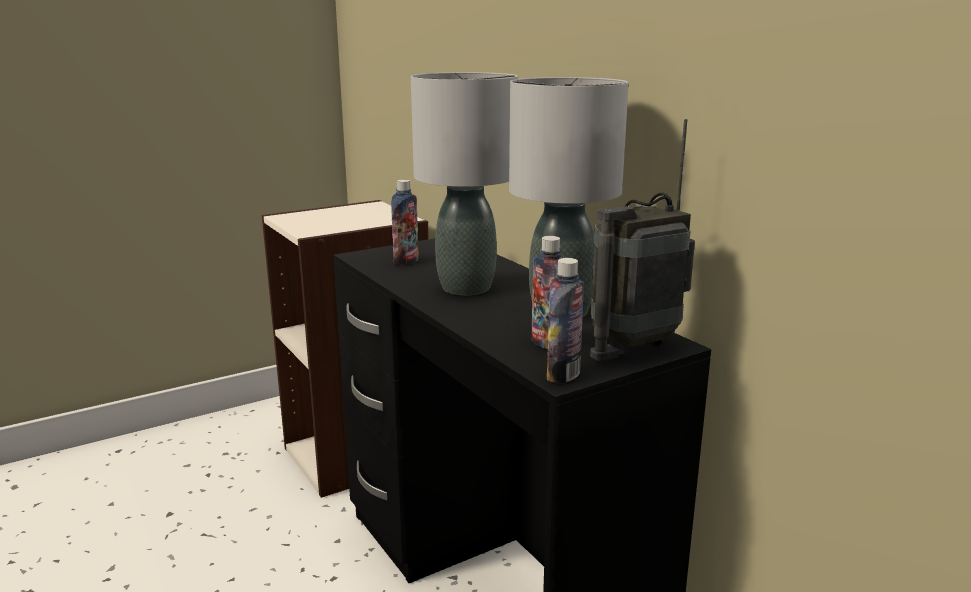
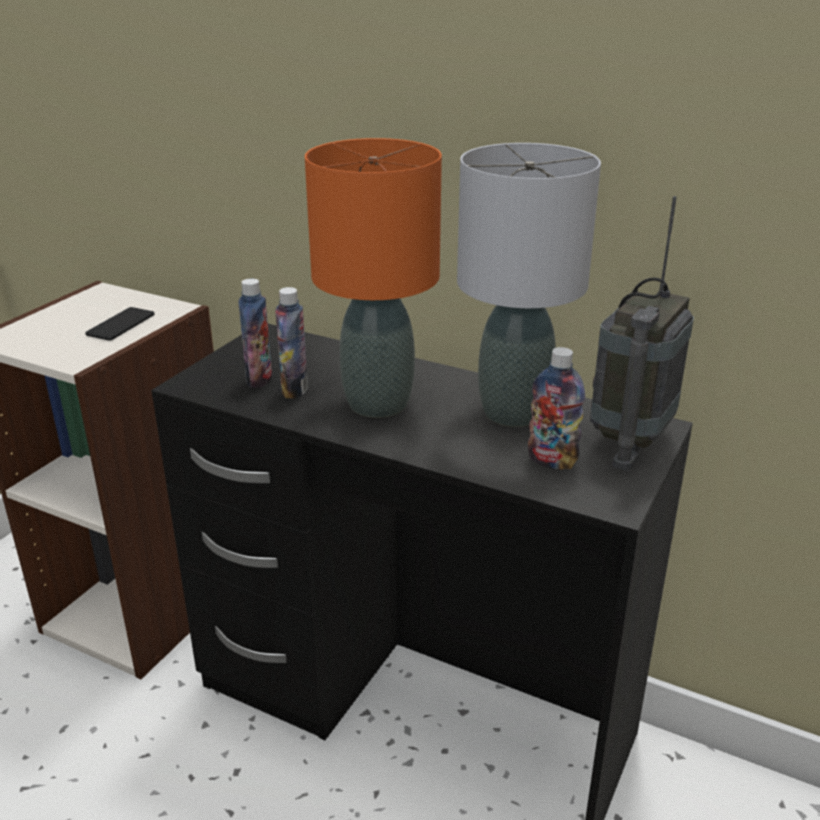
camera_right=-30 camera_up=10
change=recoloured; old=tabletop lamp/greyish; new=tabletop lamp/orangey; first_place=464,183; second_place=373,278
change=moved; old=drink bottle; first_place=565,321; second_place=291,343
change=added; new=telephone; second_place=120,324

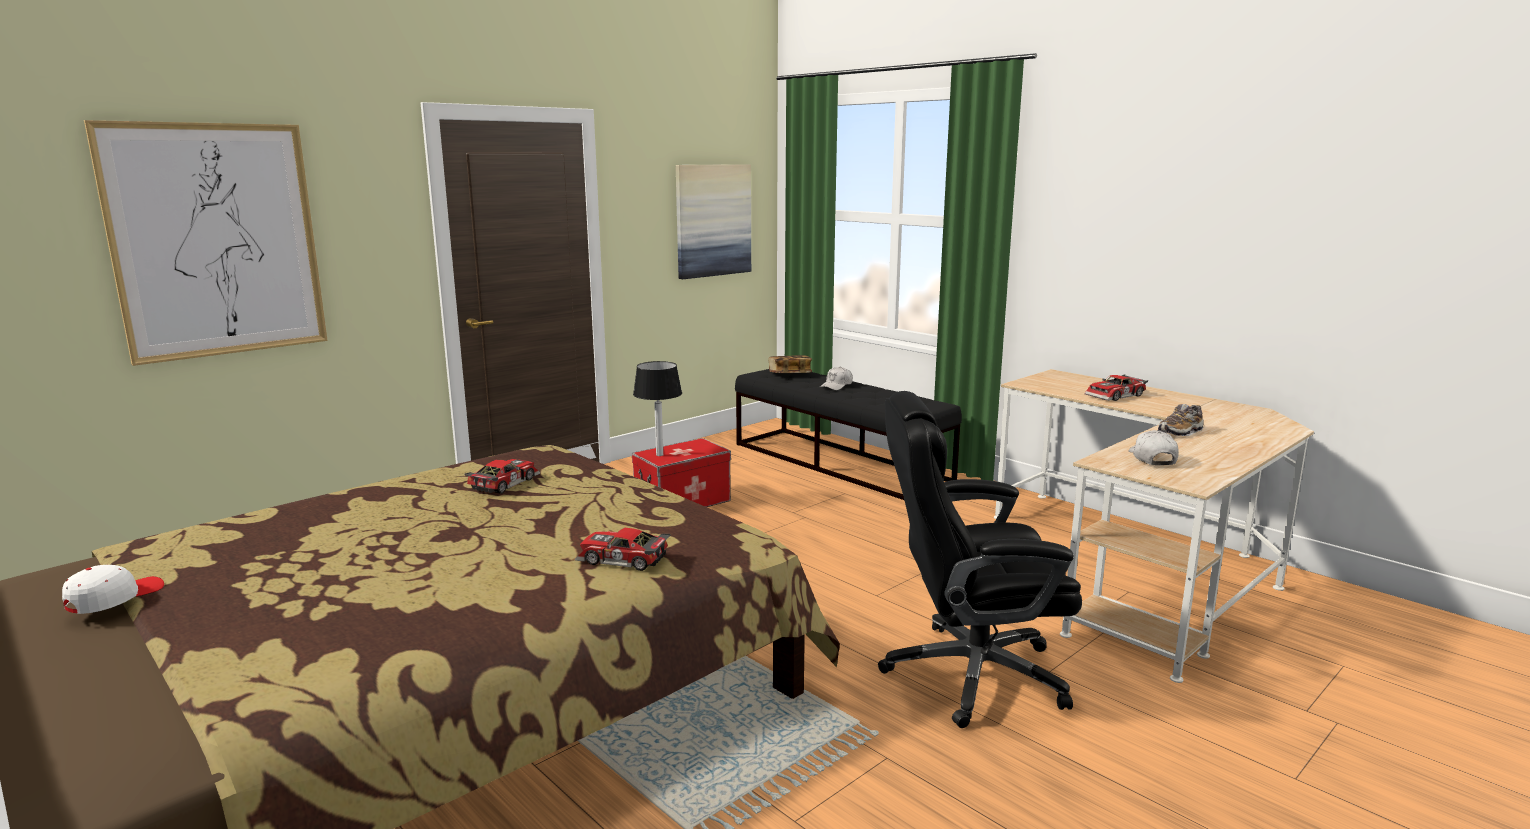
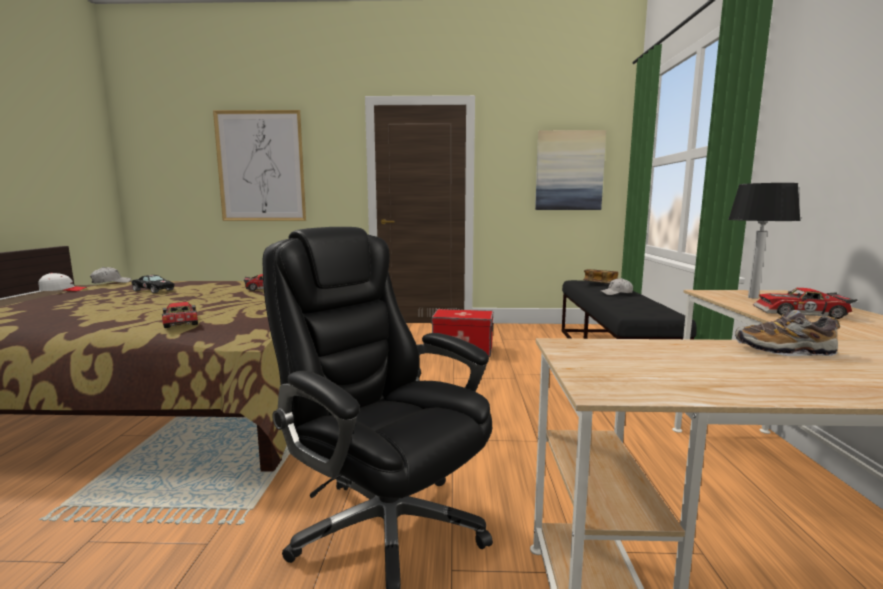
camera_right=45 camera_up=-5
change=moved; old=tabletop lamp; first_place=657,408; second_place=764,241
change=moved; old=peaked cap/white; first_place=1154,447; second_place=110,275
change=added; new=miniature car/blackish; second_place=153,284

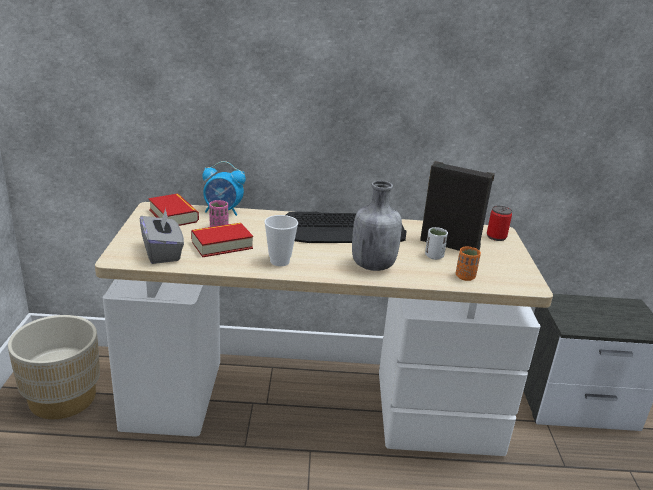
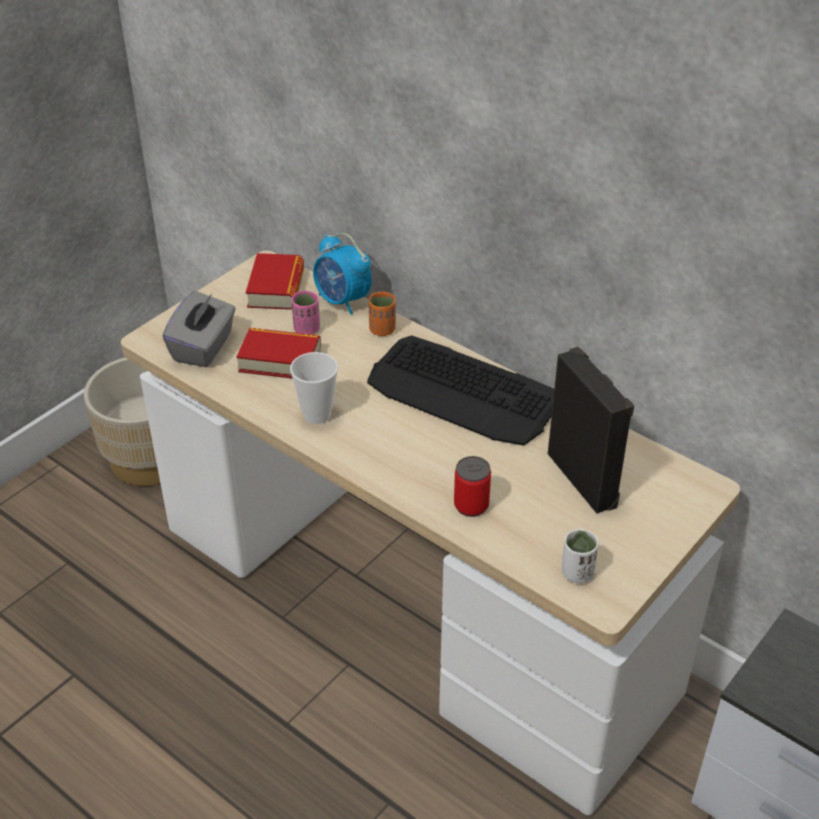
camera_right=40 camera_up=15
change=removed; old=drink bottle/greyish; first_place=377,226
change=moved; old=drinking cup/white; first_place=436,243; second_place=580,556
change=moved; old=drinking cup/orangey; first_place=468,264; second_place=382,314
change=moved; old=sealed can; first_place=499,223; second_place=472,486

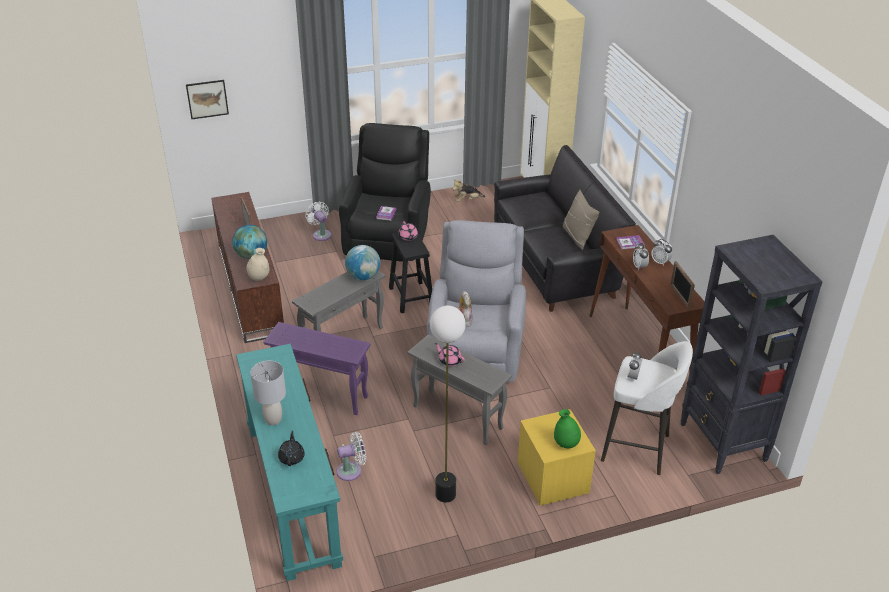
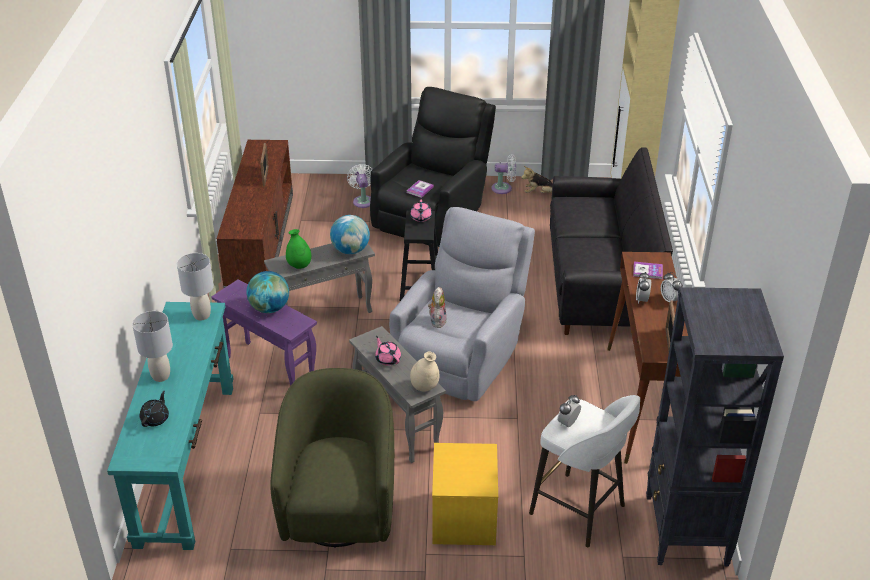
camera_right=20 camera_up=0
change=removed; old=wall art; first_place=207,99
change=moved; old=world globe; first_place=249,242; second_place=267,292
change=moved; old=decorative vase/beige-coloured; first_place=257,264; second_place=424,371
change=moved; old=fan/white; first_place=351,456; second_place=503,174
change=replaced; old=standard lamp; new=lounge chair/green-coloured; first_place=448,403; second_place=332,458
change=moved; old=decorative vase/green-coloured; first_place=567,429; second_place=298,249
change=removed; old=throw pillow/beige-coloured; first_place=581,220
change=added; new=tabletop lamp/greyish; second_place=195,286

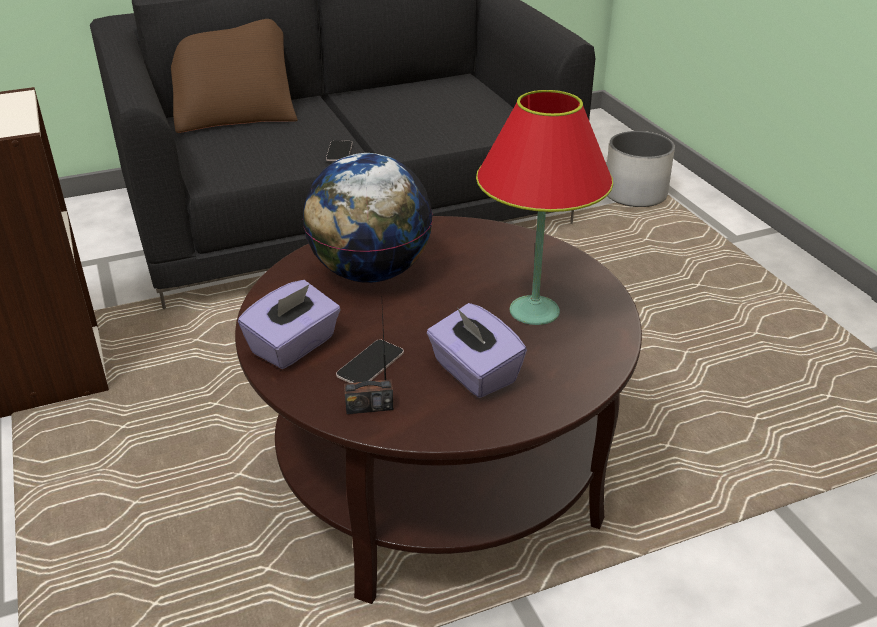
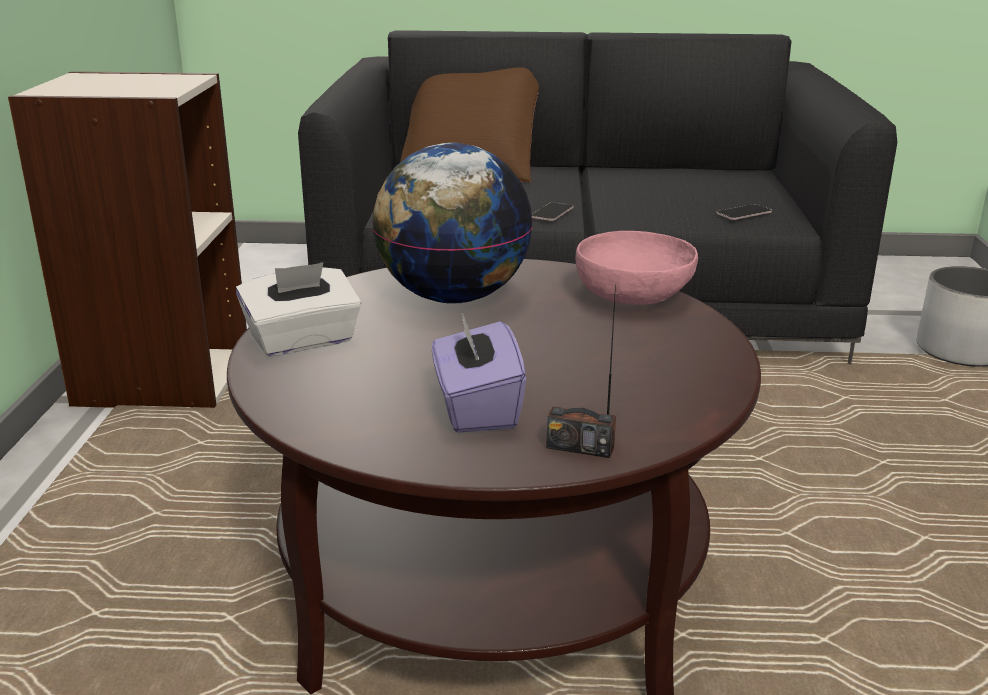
camera_right=25 camera_up=-10
change=recoloured; old=tissue box/purple; new=tissue box/white; first_place=289,324; second_place=299,309
change=moved; old=telephone; first_place=370,361; second_place=744,212
change=moved; old=radio set; first_place=369,361; second_place=581,371
change=removed; old=tabletop lamp/red; first_place=544,207
change=added; new=serving bowl/pink; second_place=637,268

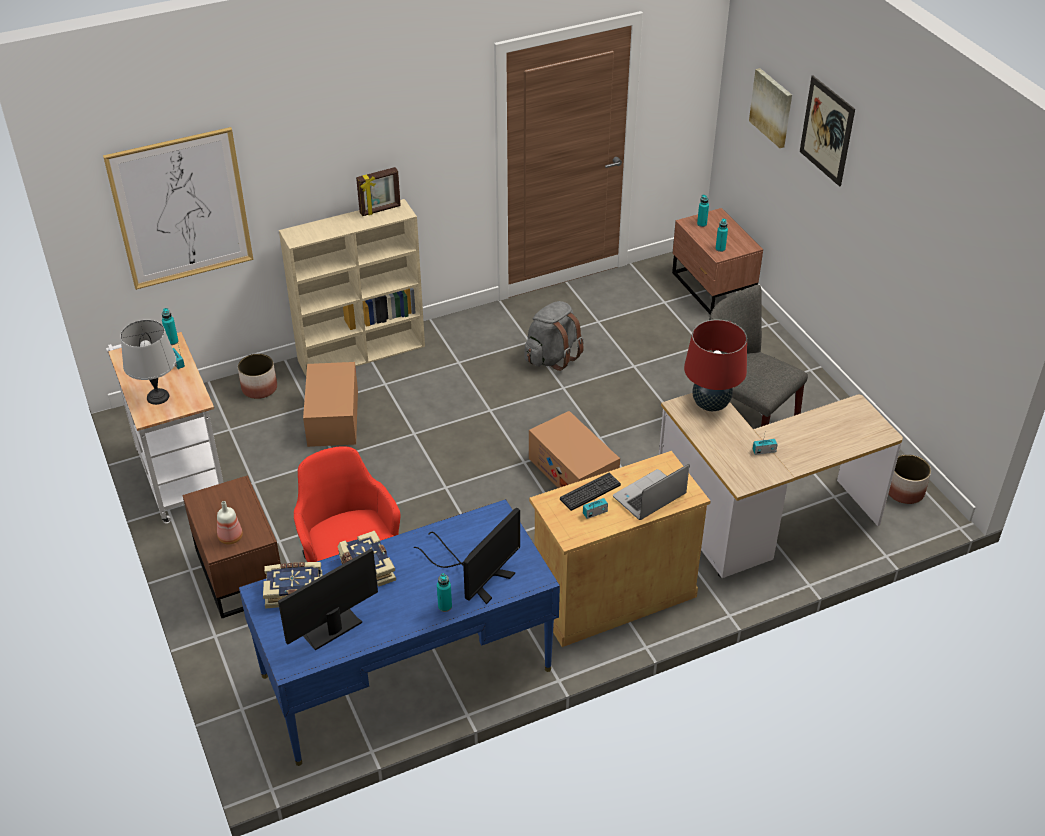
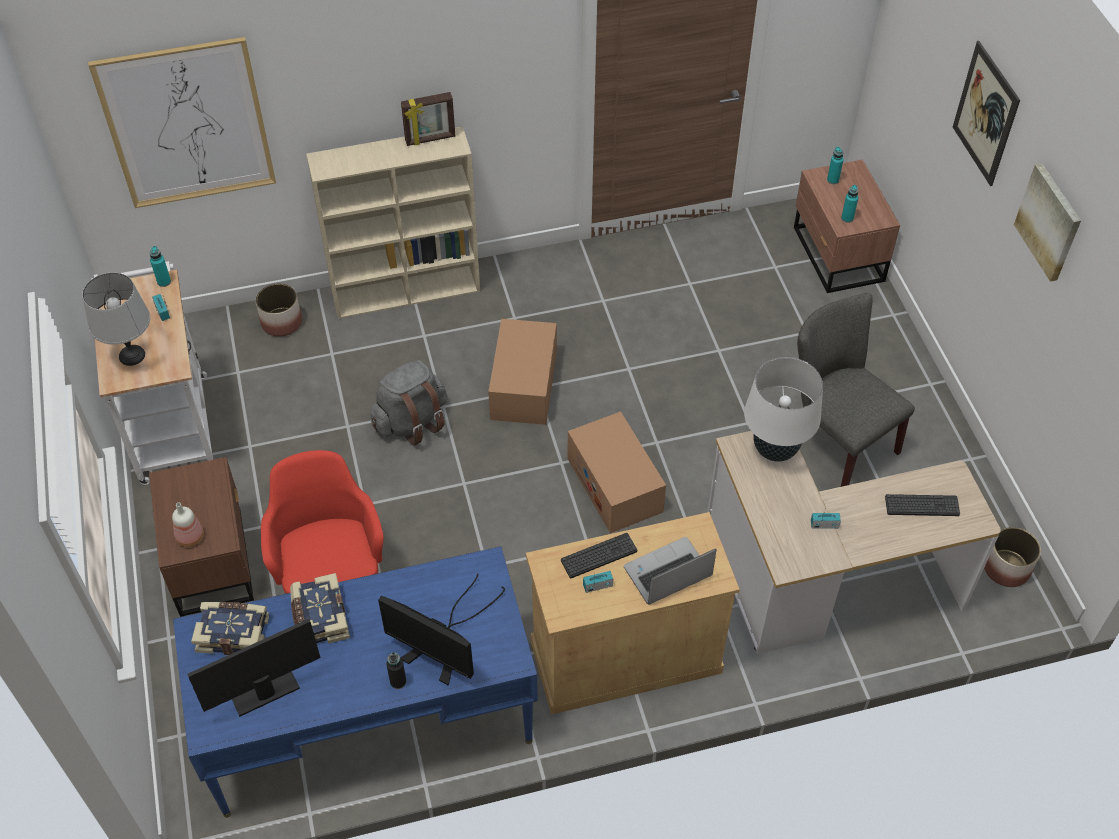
camera_right=10 camera_up=10
change=moved; old=packing box; first_place=330,404; second_place=522,372
change=turned; old=monitor; first_place=467,556; second_place=441,629; degrees=75
change=recoloured; old=drink bottle/turquoise-coloured; new=drink bottle/blackish; first_place=444,592; second_place=396,670
change=moved; old=knapsack/greyish; first_place=554,336; second_place=409,403
change=recoloured; old=tabletop lamp/red; new=tabletop lamp/white; first_place=715,365; second_place=783,409
change=moved; old=wall art; first_place=770,108; second_place=1047,222
change=added; new=computer keyboard; second_place=922,505

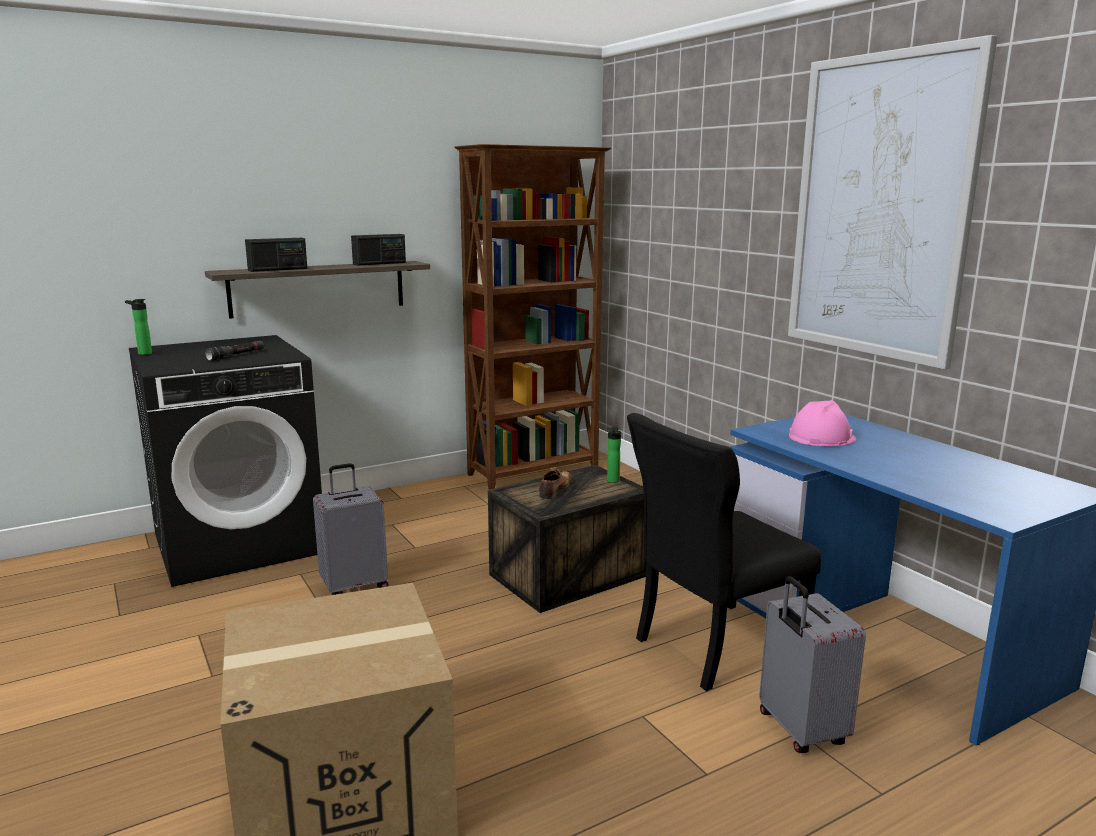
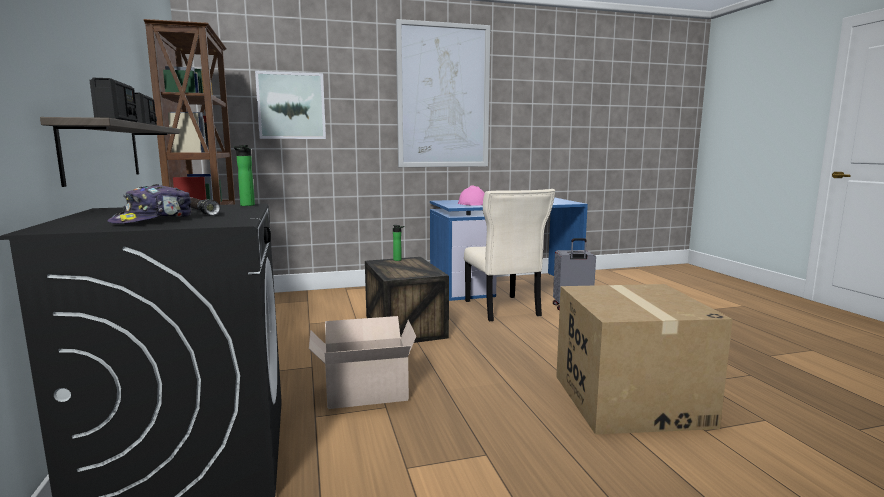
camera_right=-75 camera_up=-5
change=moved; old=drink bottle; first_place=138,327; second_place=244,175
change=replaced; old=suitcase/greyish; new=packing box; first_place=351,529; second_place=362,362
change=removed; old=item of footwear; first_place=555,484
change=recoloured; old=plain chair/blackish; new=plain chair/beige-coloured; first_place=724,552; second_place=509,255
change=added; new=peaked cap; second_place=149,204
change=added; new=wall art; second_place=290,105

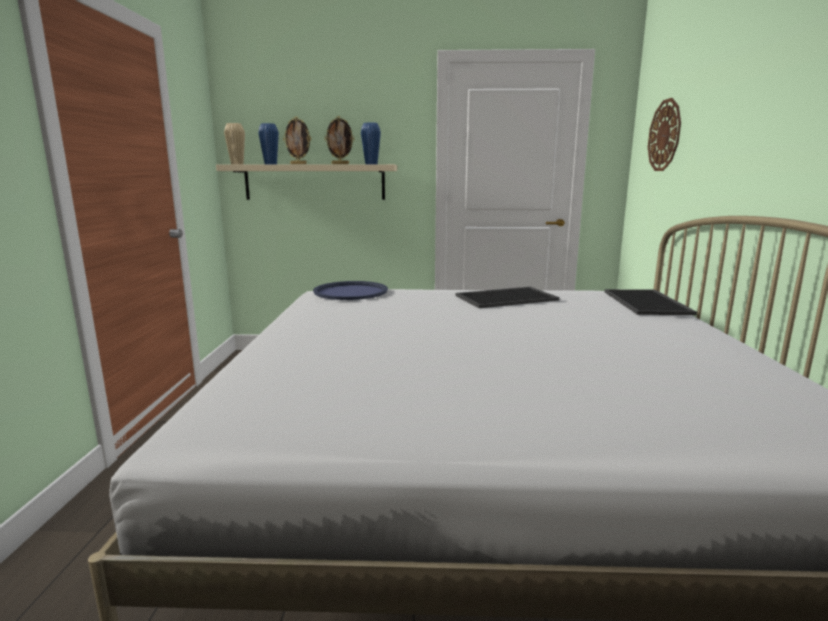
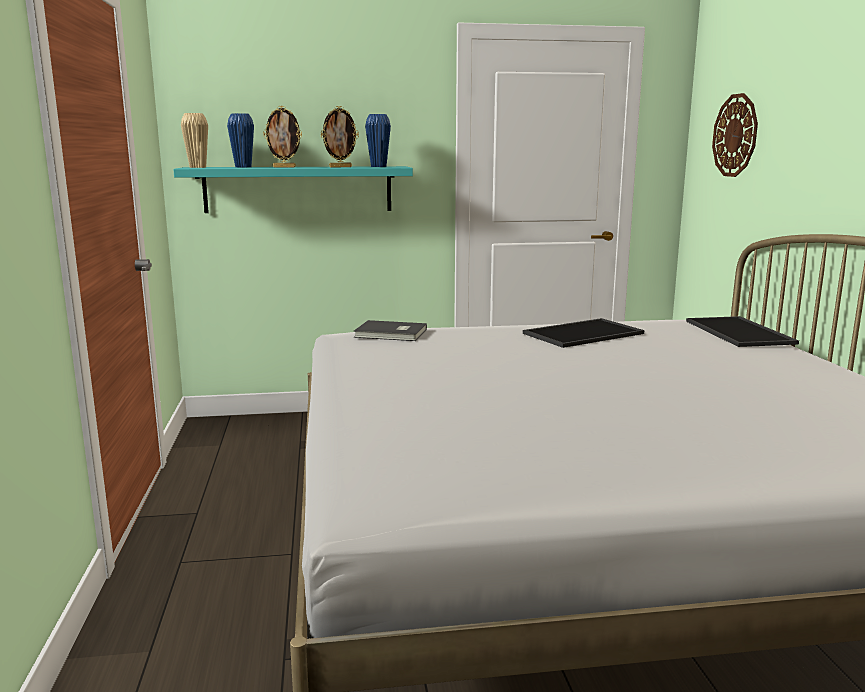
camera_right=-10 camera_up=0
change=recoloured; old=wall shelf/beige-coloured; new=wall shelf/turquoise-coloured; first_place=306,182; second_place=293,189
change=replaced; old=tray/blue; new=book/greyish; first_place=350,290; second_place=390,330

